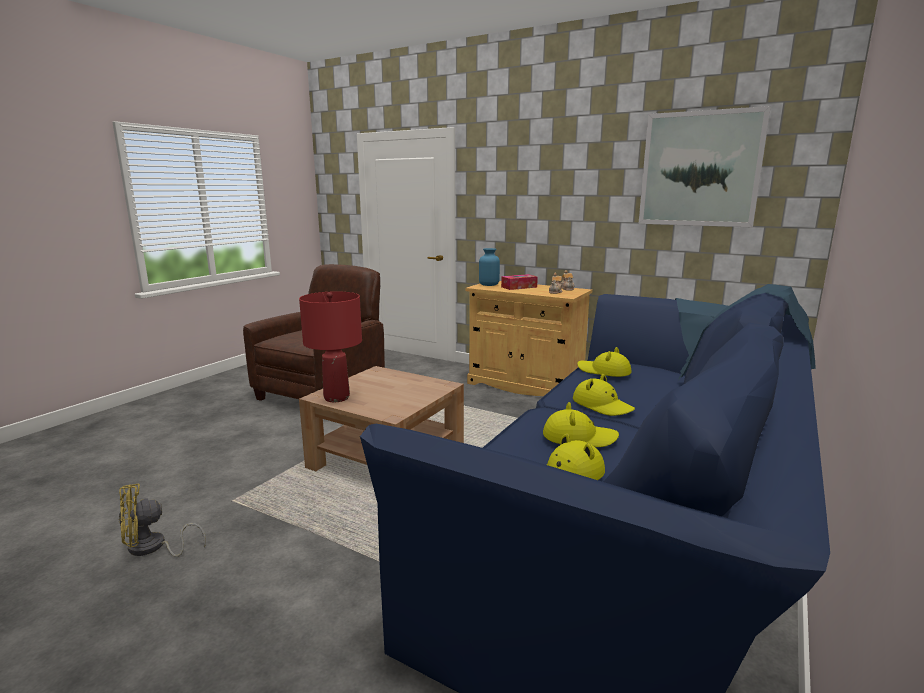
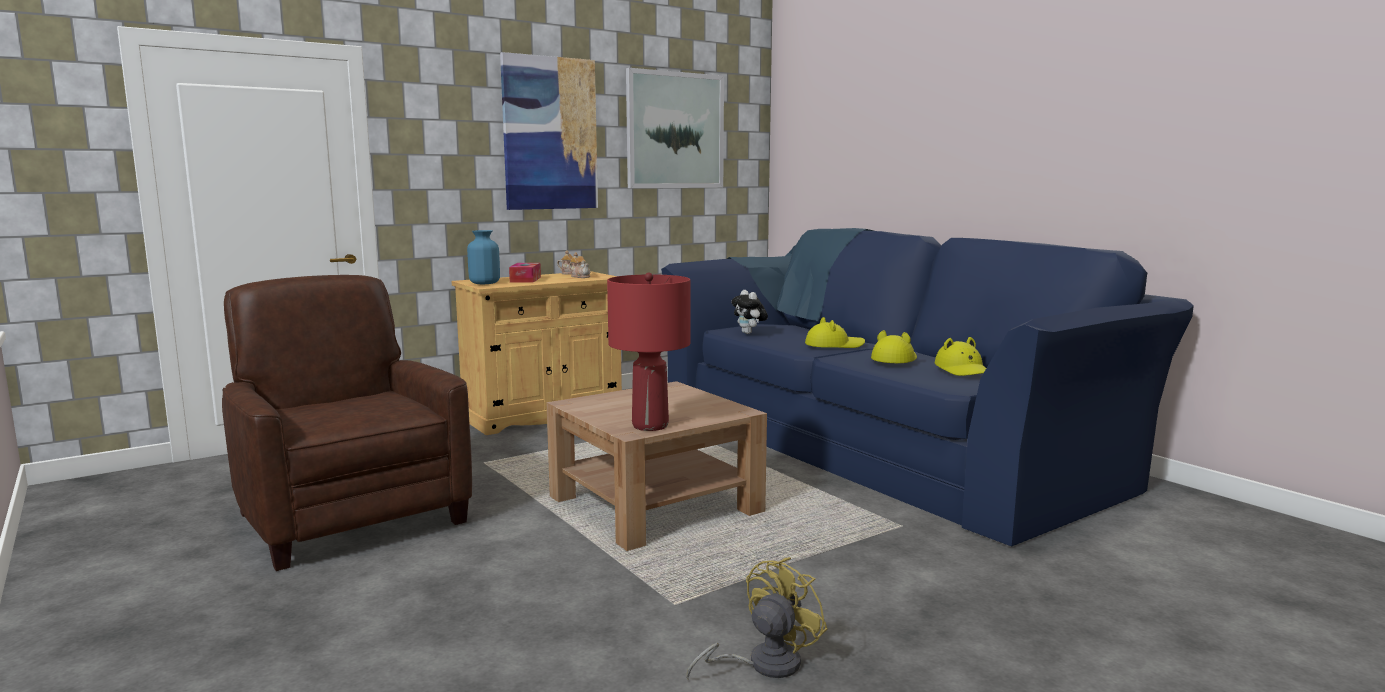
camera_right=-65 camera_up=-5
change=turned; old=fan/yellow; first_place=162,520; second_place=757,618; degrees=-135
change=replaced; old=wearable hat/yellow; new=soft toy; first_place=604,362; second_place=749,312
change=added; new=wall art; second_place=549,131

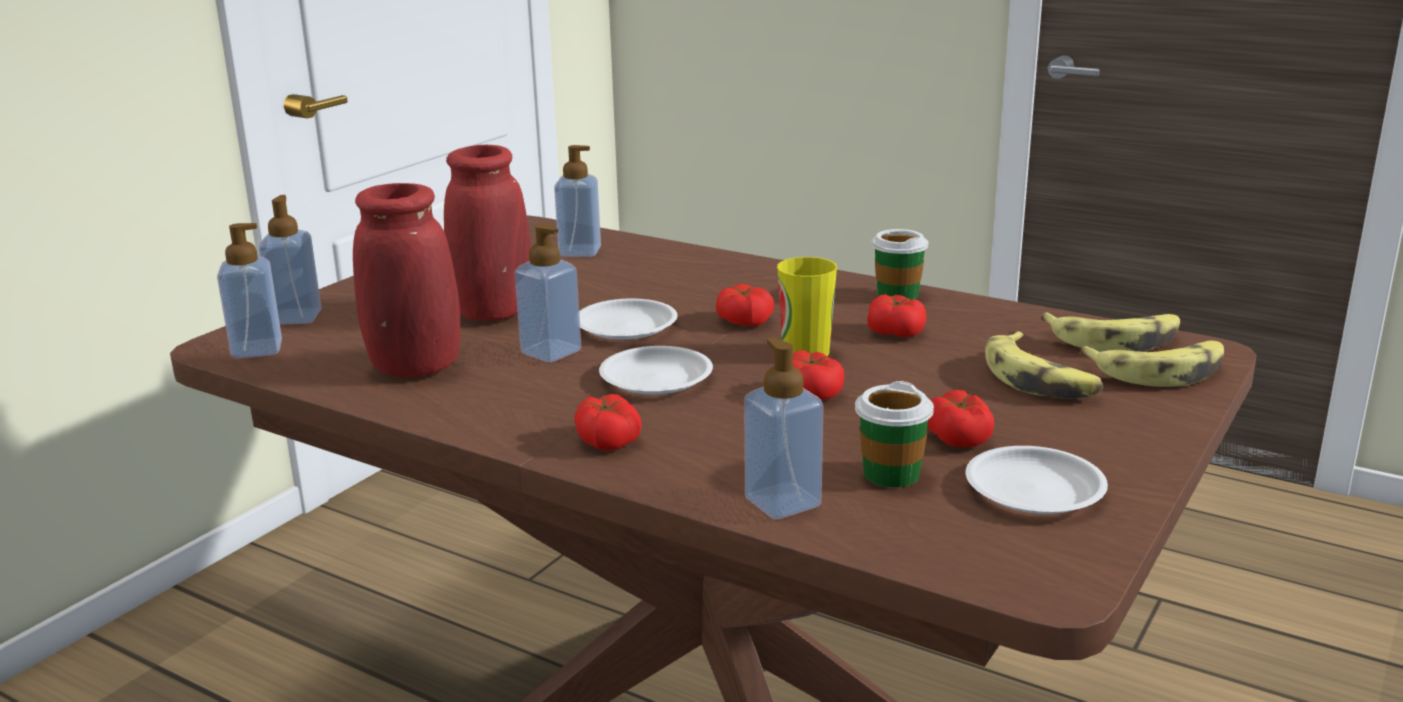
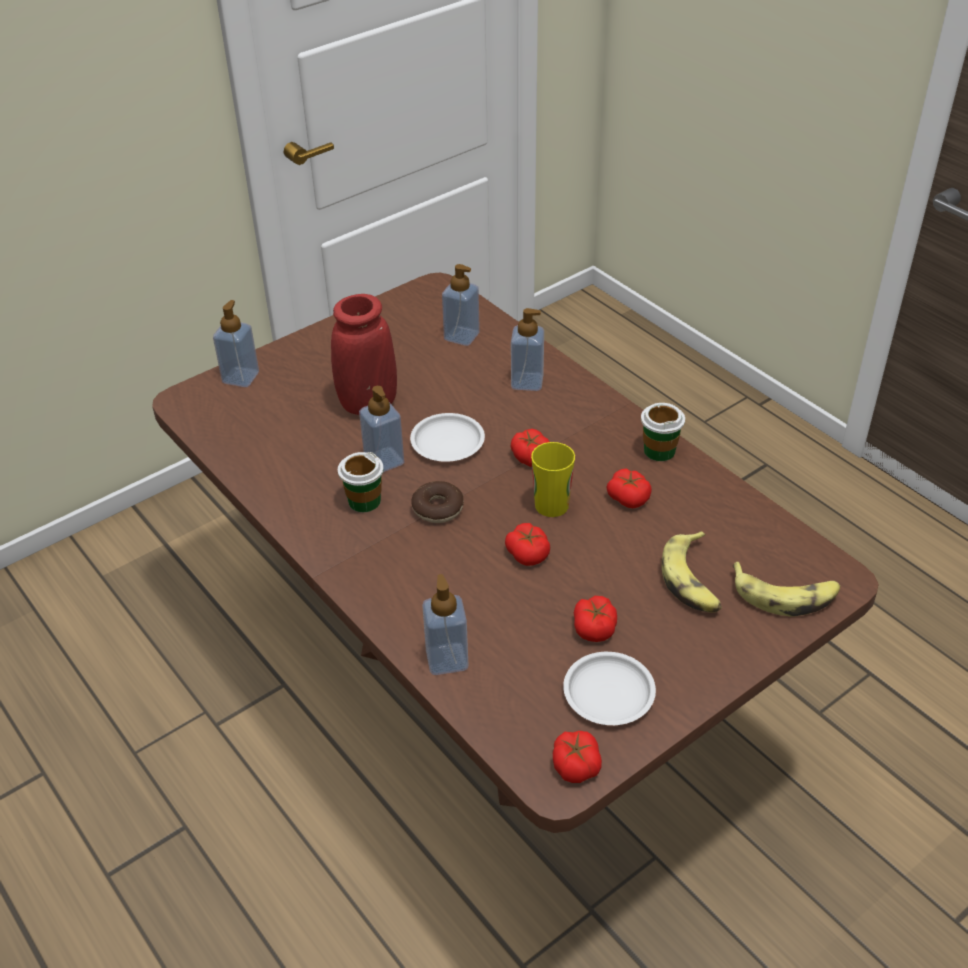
camera_right=20 camera_up=20
change=moved; old=soap dispenser; first_place=249,291; second_place=527,349
change=removed; old=decorative vase/red; first_place=406,280
change=moved; old=tomato; first_place=608,422; second_place=577,757
change=replaced; old=flat dish/white; new=doughnut; first_place=656,370; second_place=437,502
change=moved; old=drinking cup; first_place=894,434; second_place=361,482
change=removed; old=whole banana; first_place=1110,332

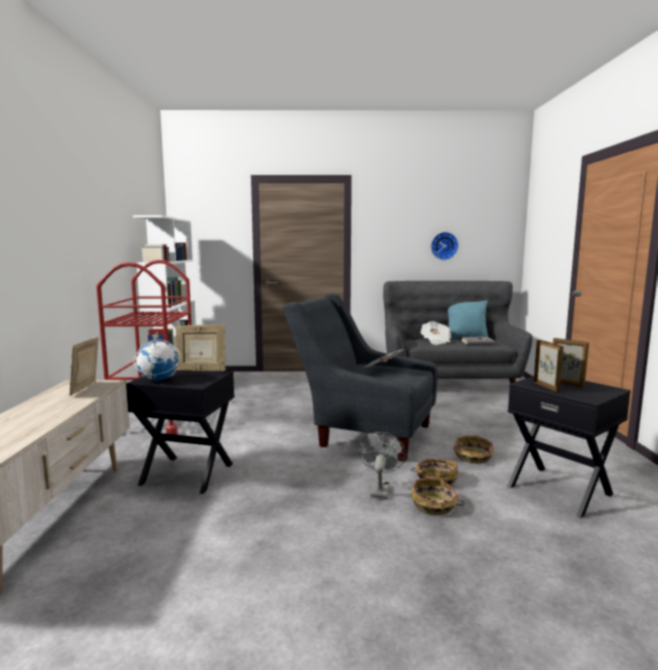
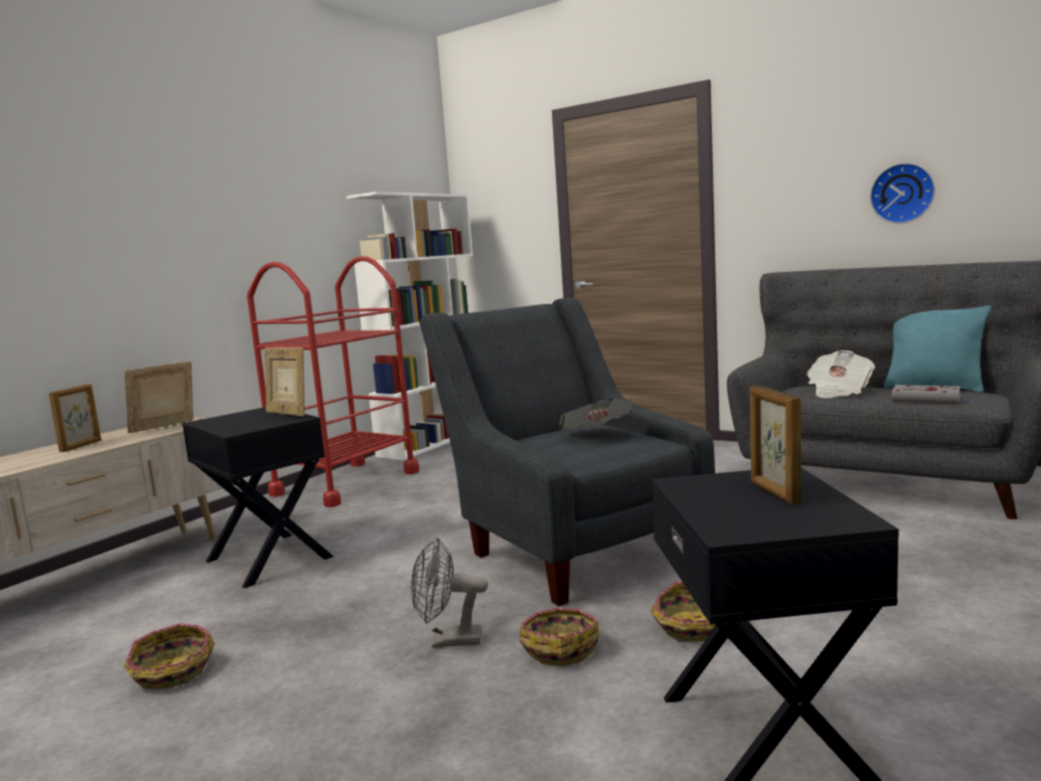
camera_right=35 camera_up=0
change=removed; old=world globe; first_place=157,356
change=turned; old=fan/greyish; first_place=382,465; second_place=449,593; degrees=-135
change=moved; old=household basket; first_place=438,496; second_place=169,656
change=moved; old=standing frame; first_place=549,366; second_place=75,418

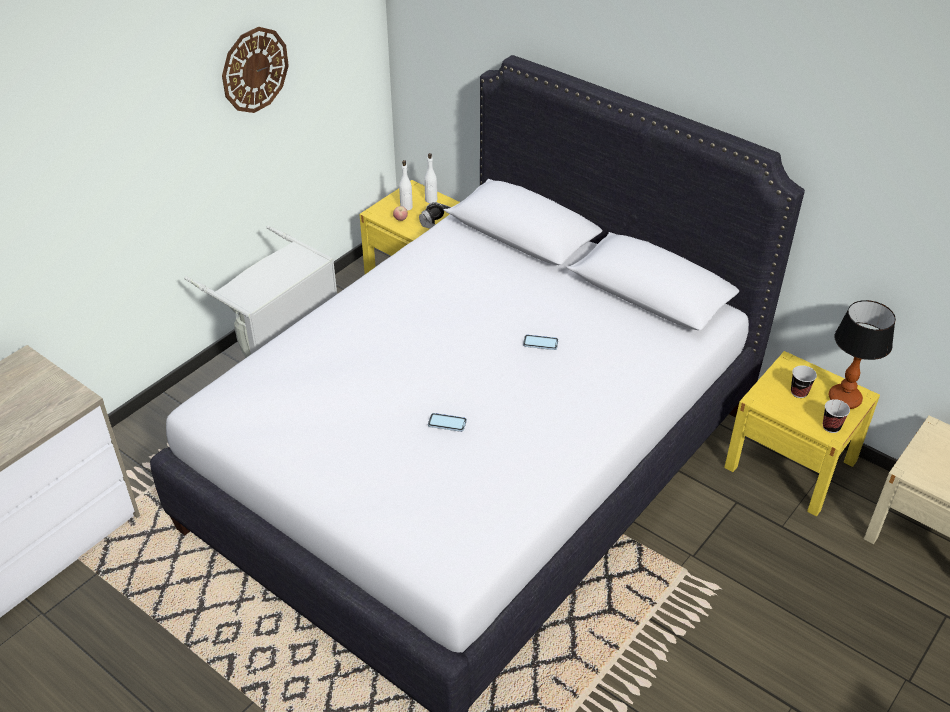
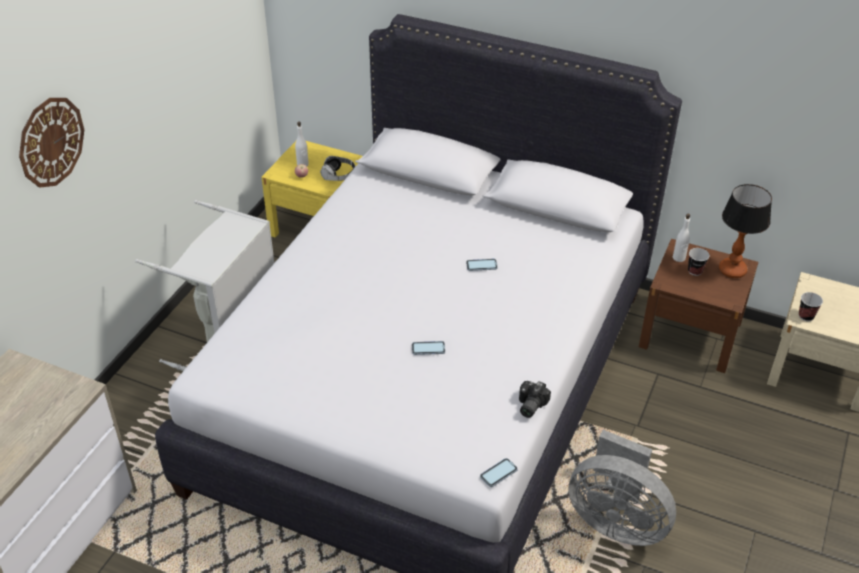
camera_right=-15 camera_up=0
change=moved; old=wall clock; first_place=255,70; second_place=51,142
change=moved; old=drink bottle/white; first_place=430,178; second_place=681,238
change=recoloured; old=bedside table/yellow; new=bedside table/brown-coloured; first_place=802,433; second_place=698,306
change=moved; old=drinking cup; first_place=836,416; second_place=811,306
change=added; new=telephone; second_place=499,472
change=added; new=photo camera; second_place=535,399
change=added; new=fan/greyish; second_place=622,488

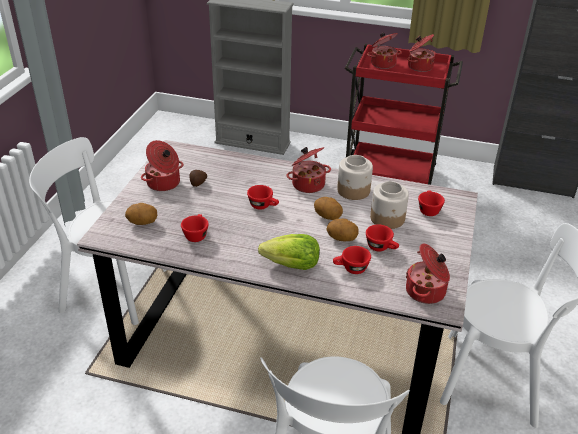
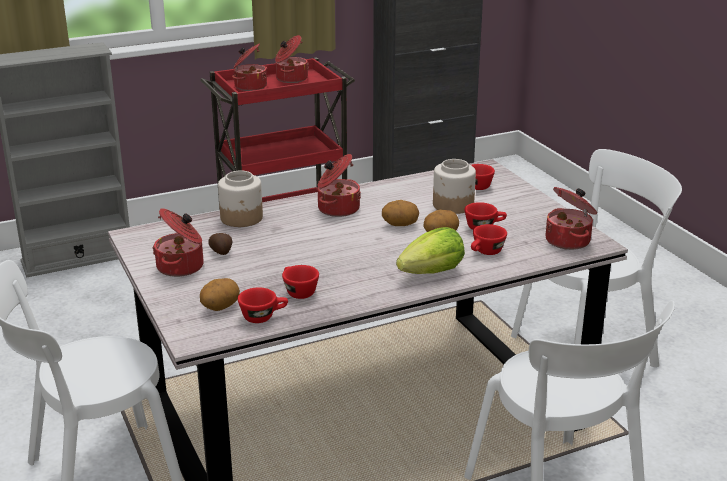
camera_right=-40 camera_up=-10
change=moved; old=drinking cup/red; first_place=263,197; second_place=263,305
change=moved; old=preserve jar; first_place=355,177; second_place=240,199

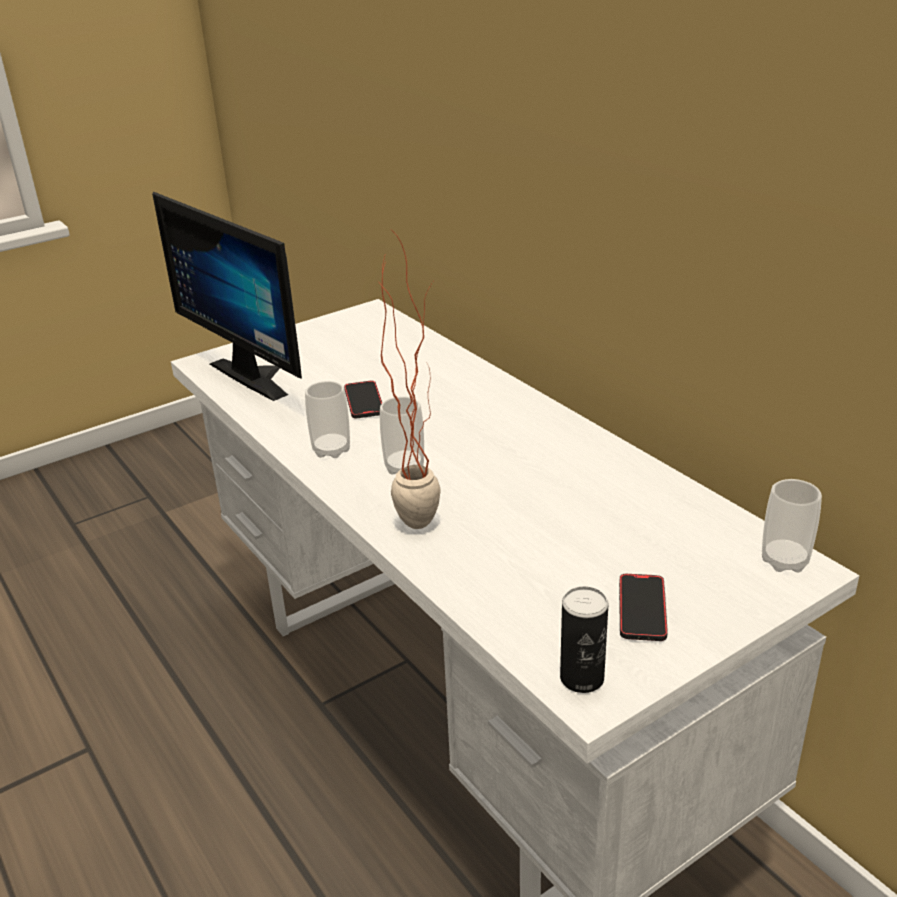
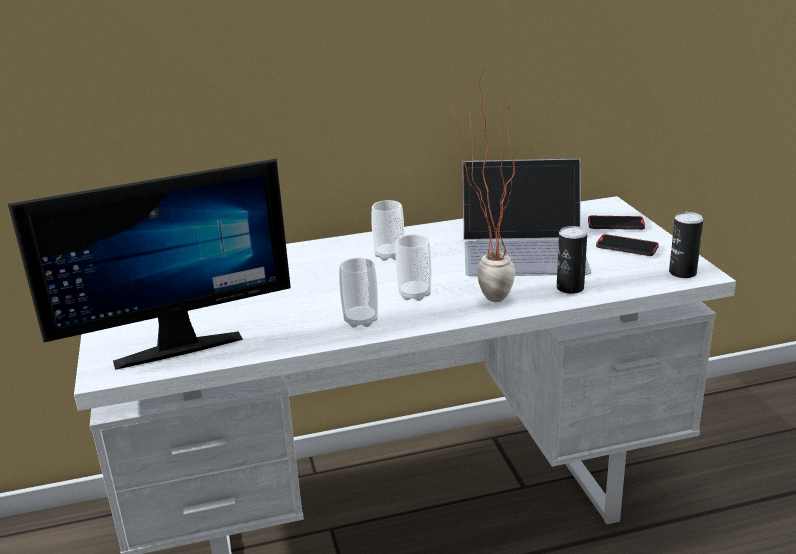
camera_right=-70 camera_up=-5
change=moved; old=telephone; first_place=363,399; second_place=616,223
change=moved; old=drinking cup; first_place=792,526; second_place=387,230
change=added; new=notebook computer; second_place=527,217
change=added; new=sealed can; second_place=572,260

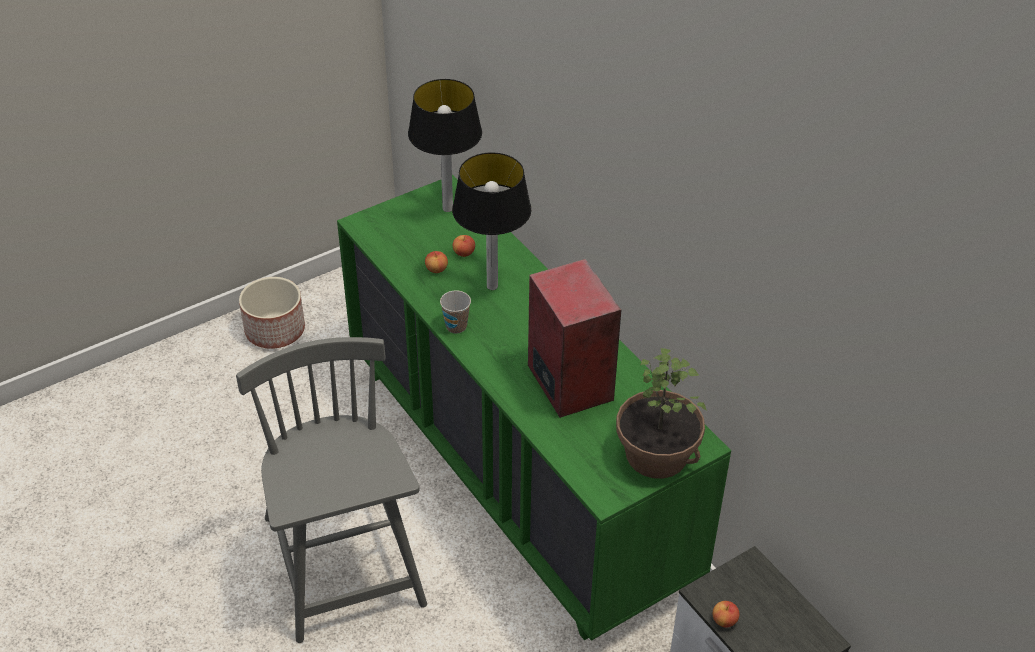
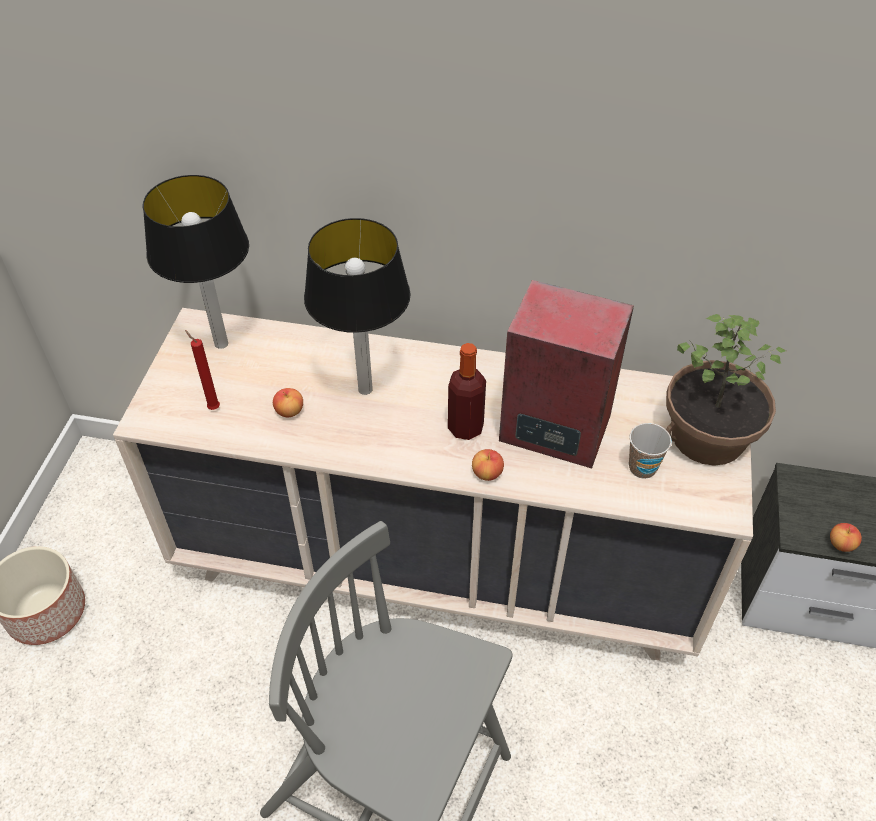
camera_right=-45 camera_up=5
change=recoloured; old=chest of drawers/green-coloured; new=chest of drawers/beige-coloured; first_place=534,408; second_place=433,484
change=moved; old=drinking cup; first_place=455,312; second_place=650,451
change=moved; old=apple fruit; first_place=464,246; second_place=488,465
change=added; new=wax candle/red; second_place=202,370
change=added; new=drink bottle; second_place=467,391

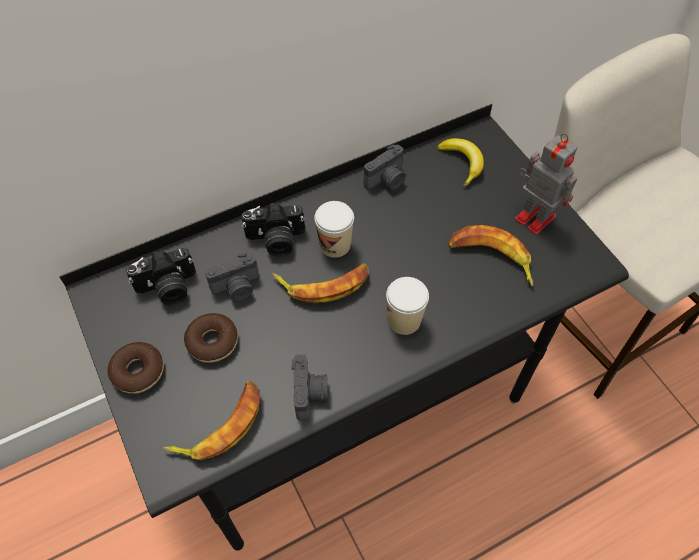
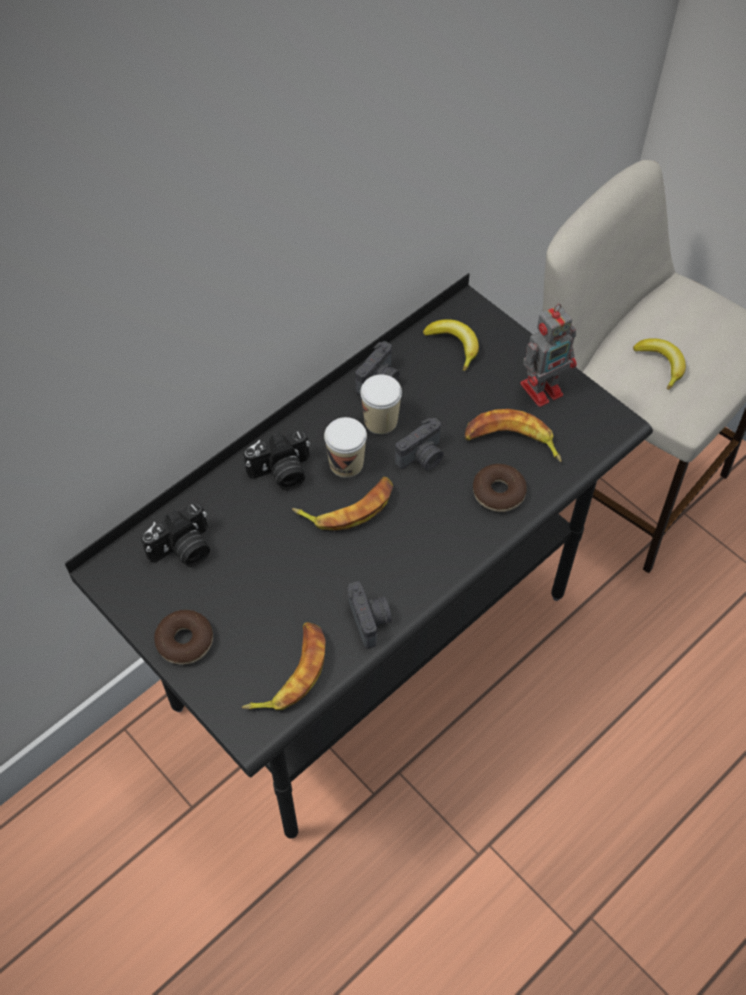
camera_right=-15 camera_up=0
change=moved; old=doughnut; first_place=211,338; second_place=500,488
change=moved; old=photo camera; first_place=232,276; second_place=419,444
change=moved; old=drinking cup; first_place=407,306; second_place=381,404
change=turned; old=model robot; first_place=546,184; second_place=548,355; degrees=120
change=added; new=whole banana; second_place=659,364

